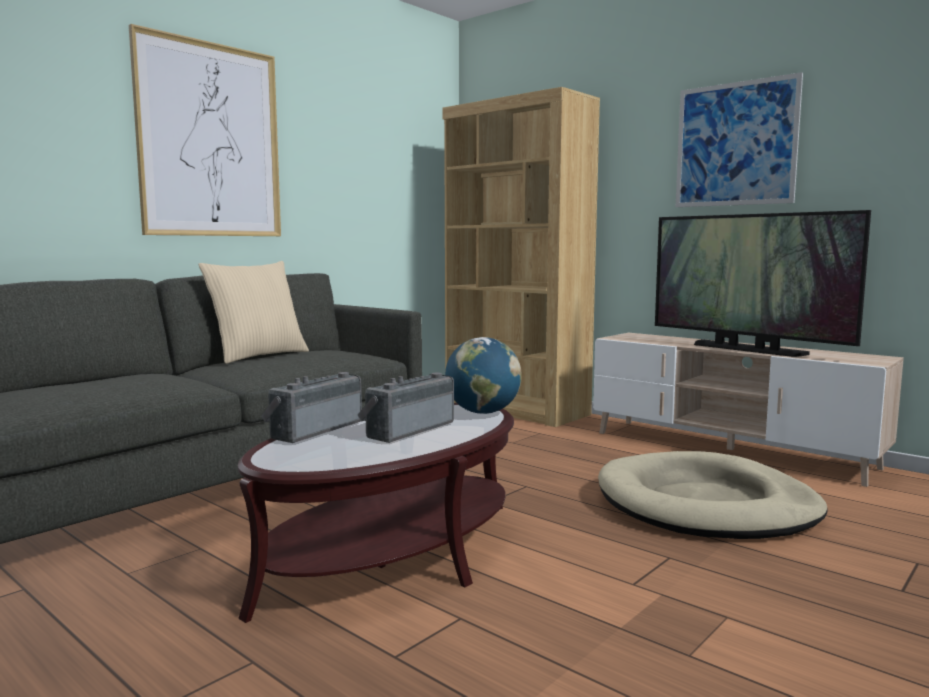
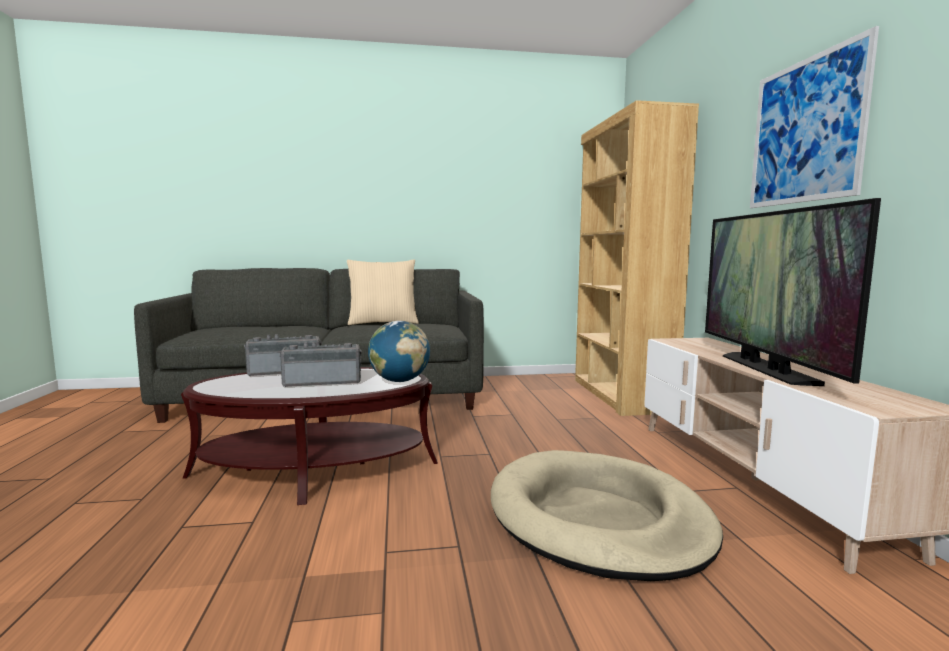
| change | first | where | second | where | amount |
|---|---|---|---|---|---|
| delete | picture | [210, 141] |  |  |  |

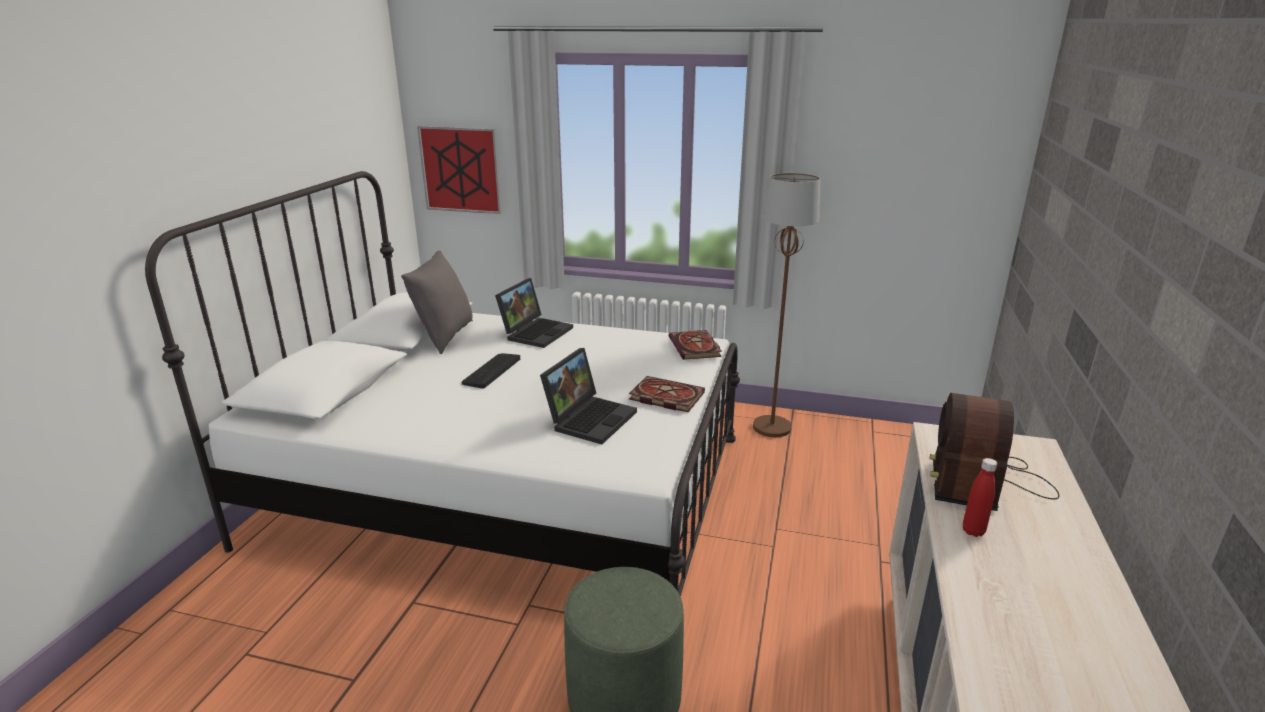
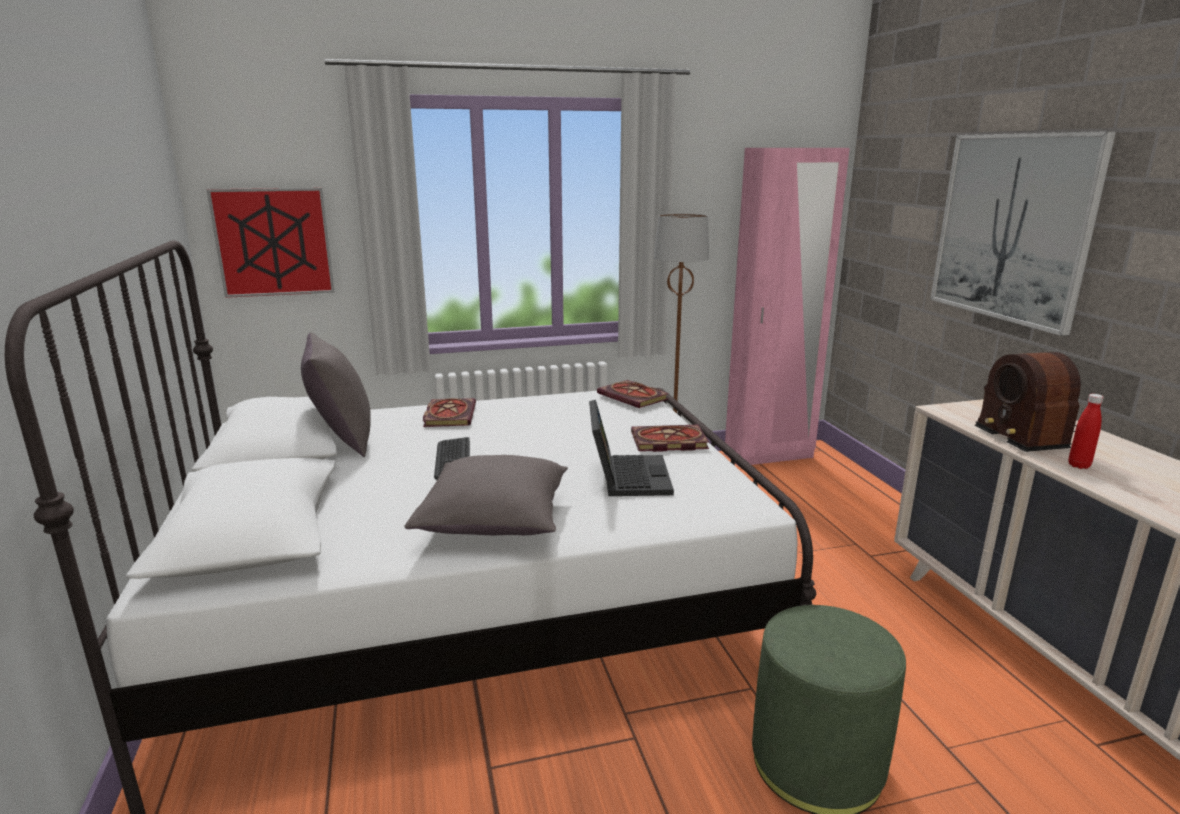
| change | first | where | second | where | amount |
|---|---|---|---|---|---|
| insert |  |  | grey pillow | [495, 522] |  |
| insert |  |  | pink wardrobe | [769, 456] |  |
| insert |  |  | picture | [1012, 228] |  |
| replace | laptop | [536, 332] | book | [449, 415] |  |

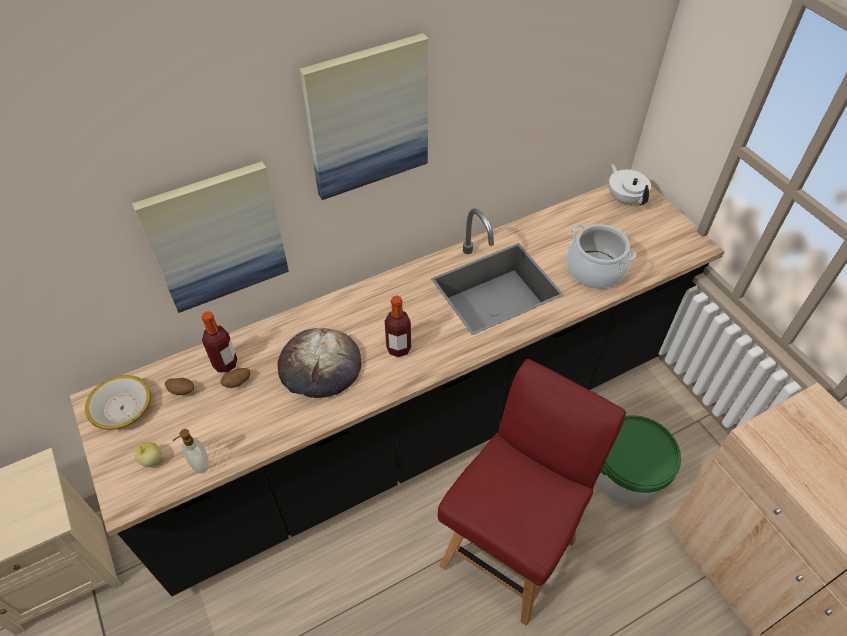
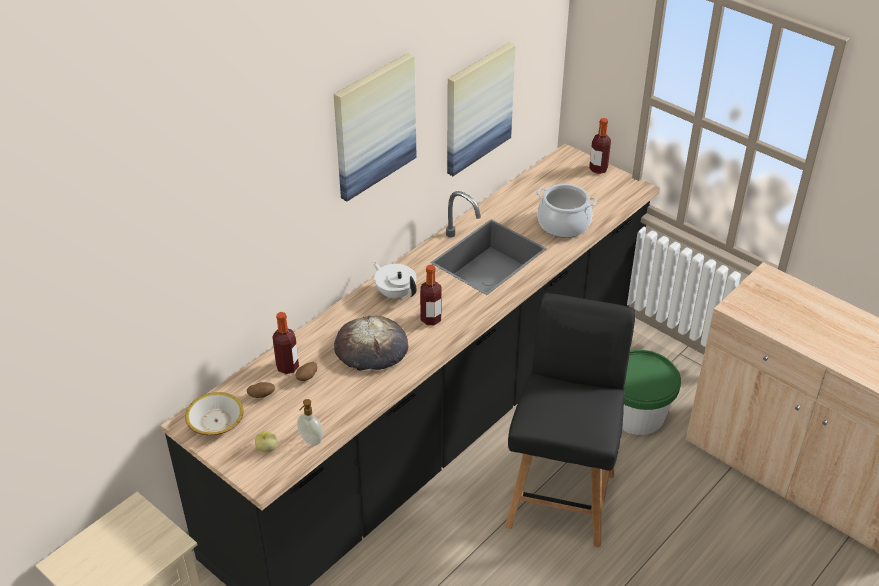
| change | first | where | second | where | amount |
|---|---|---|---|---|---|
| insert |  |  | bottle | [598, 169] |  |
| move | picture | [216, 237] |  | [478, 108] |  |
| move | white teapot | [625, 198] |  | [395, 293] |  |
| recolor | red chair | [510, 550] | black chair | [561, 497] |  |

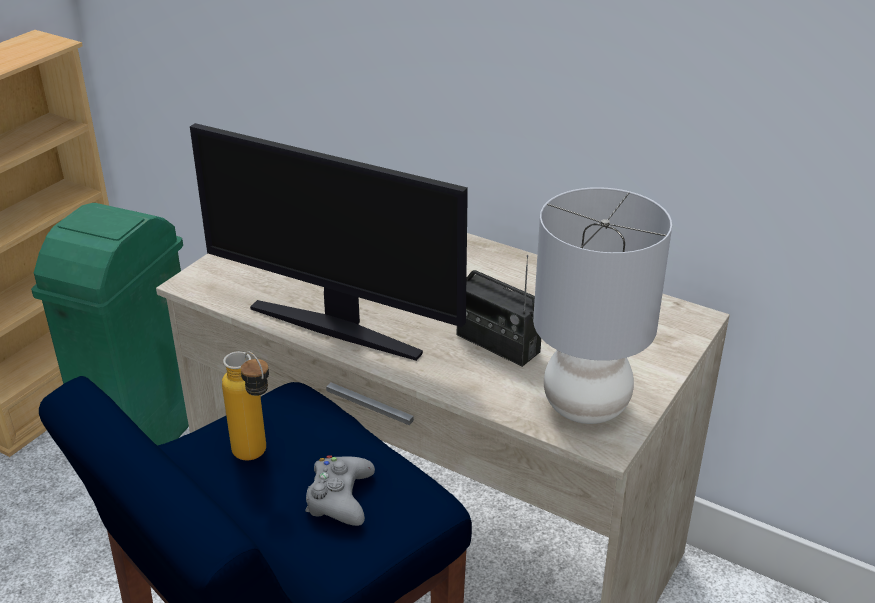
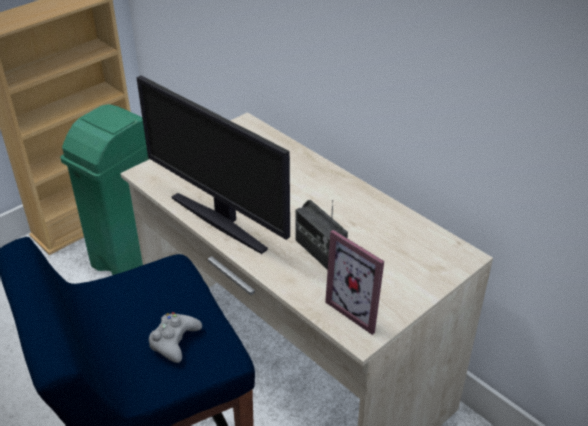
| change | first | where | second | where | amount |
|---|---|---|---|---|---|
| delete | bottle | [257, 458] |  |  |  |
| replace | grey table lamp | [587, 406] | picture frame | [360, 308] |  |

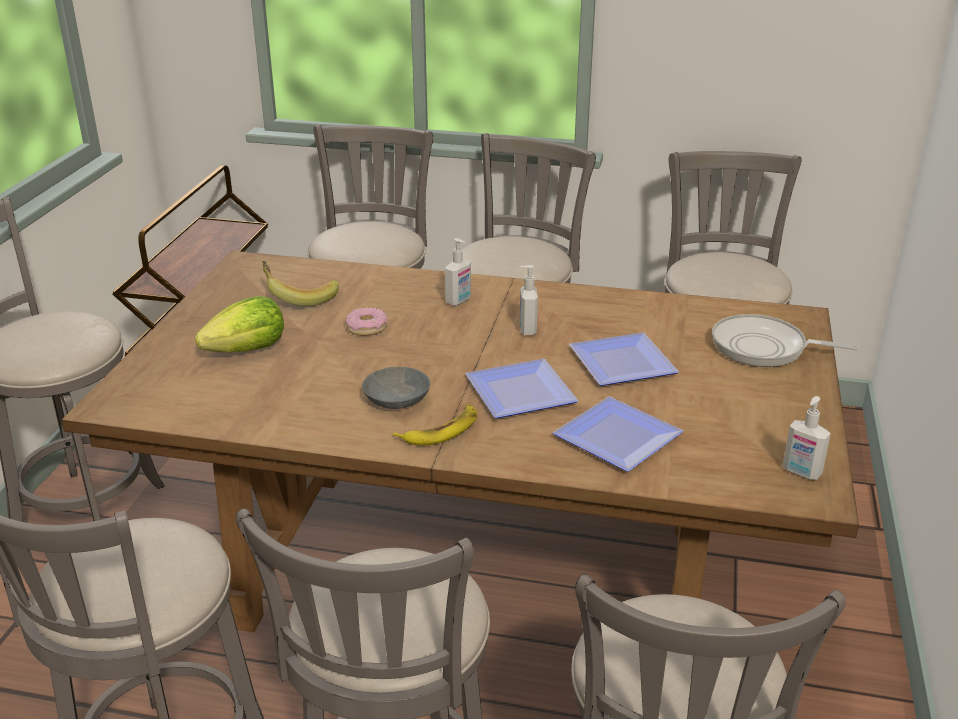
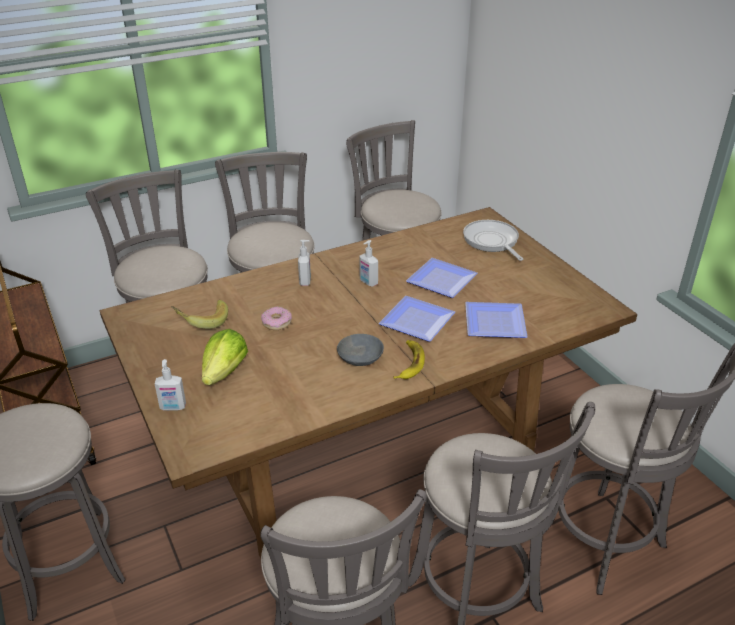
| change | first | where | second | where | amount |
|---|---|---|---|---|---|
| move | soap dispenser | [801, 473] |  | [173, 407] |  |
| rotate | frying pan | [764, 348] |  | [492, 241] | 90 degrees clockwise |

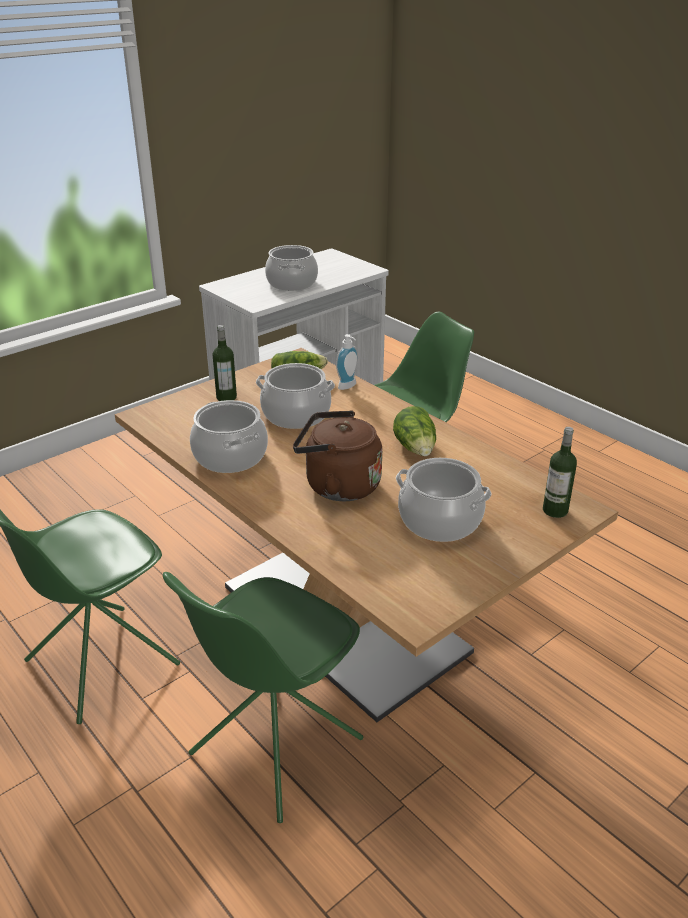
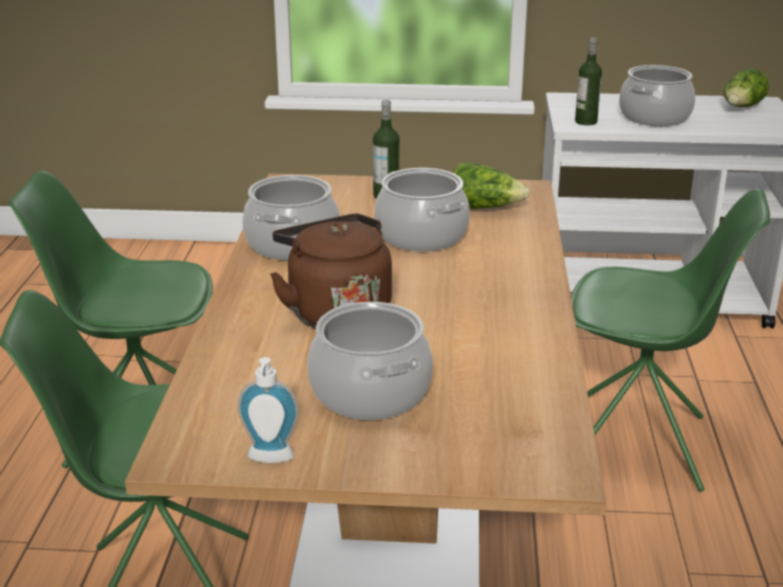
| change | first | where | second | where | amount |
|---|---|---|---|---|---|
| move | soap dispenser | [349, 387] |  | [270, 460] |  |
| move | lettuce | [416, 449] |  | [742, 108] |  |
| move | bottle | [555, 510] |  | [586, 122] |  |

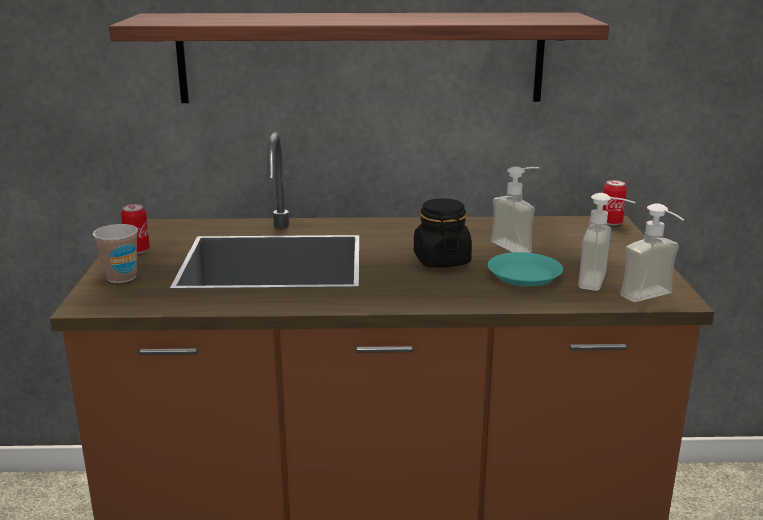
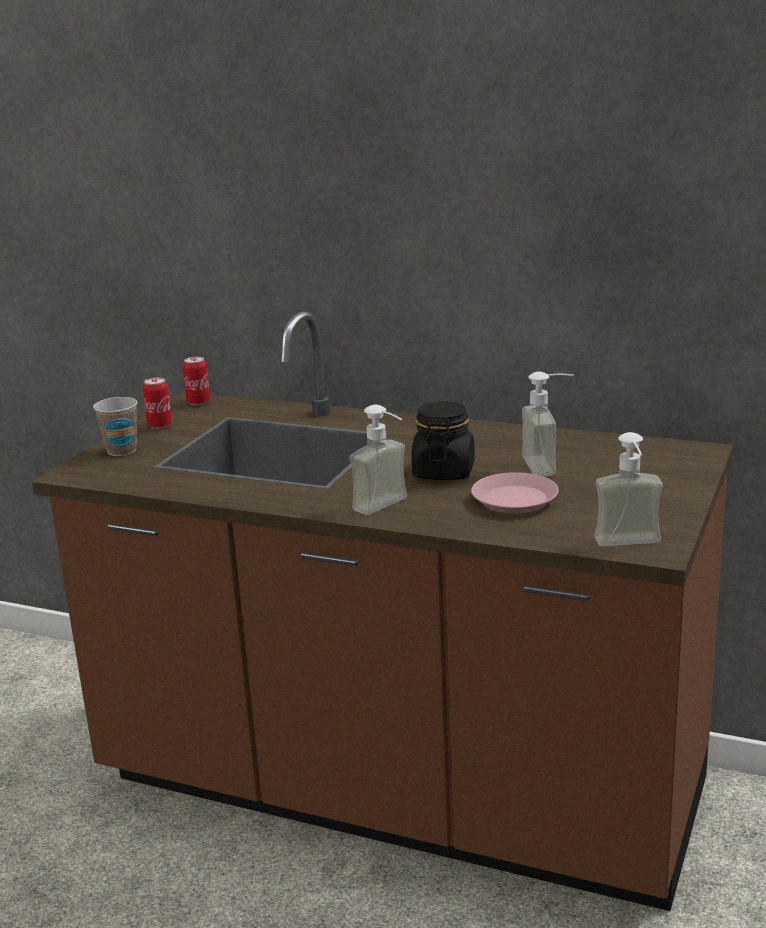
| change | first | where | second | where | amount |
|---|---|---|---|---|---|
| delete | shelf | [361, 58] |  |  |  |
| move | soap dispenser | [603, 282] |  | [388, 507] |  |
| move | can | [611, 222] |  | [198, 402] |  |
| recolor | turquoise plate | [524, 275] | pink plate | [514, 500] |  |

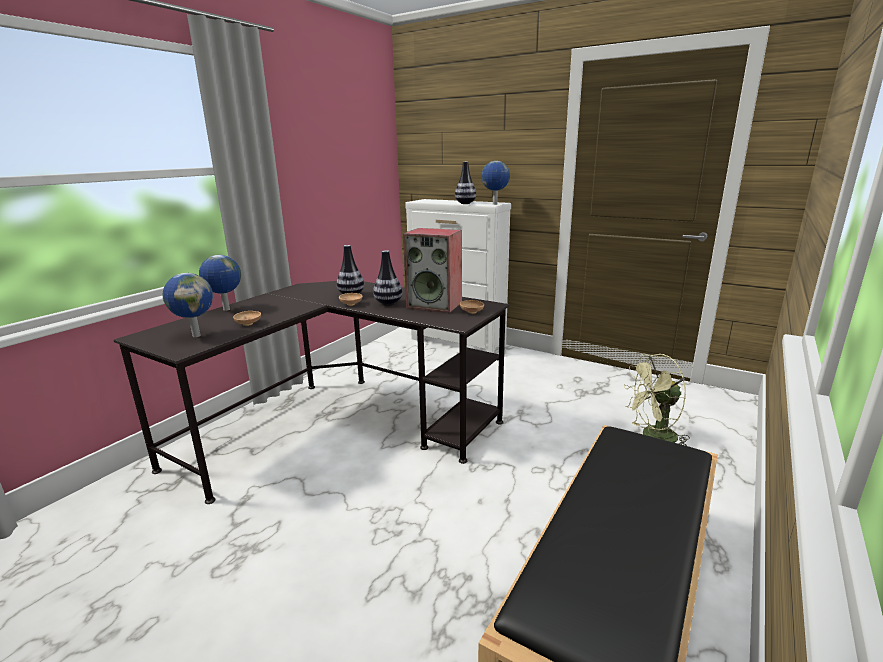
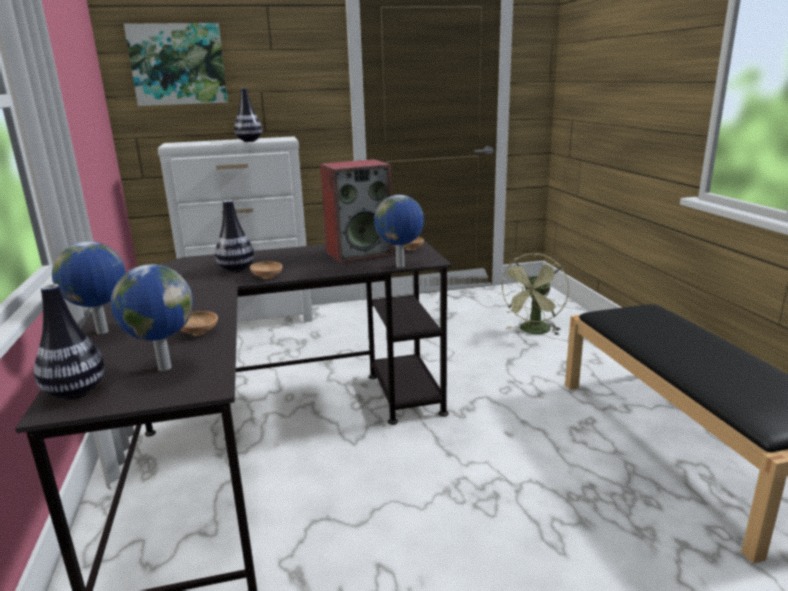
| change | first | where | second | where | amount |
|---|---|---|---|---|---|
| insert |  |  | picture | [178, 64] |  |
| move | vase | [388, 303] |  | [76, 393] |  |
| move | globe | [495, 204] |  | [401, 266] |  |

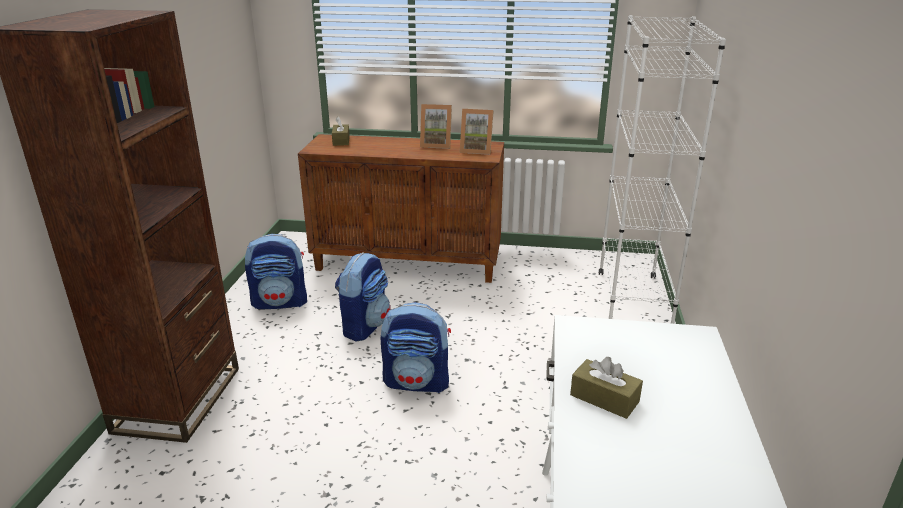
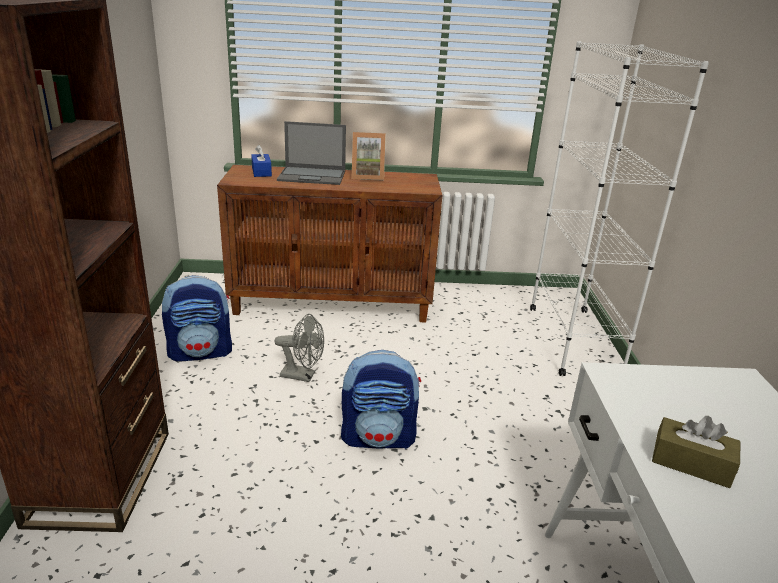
| change | first | where | second | where | amount |
|---|---|---|---|---|---|
| delete | picture frame | [476, 150] |  |  |  |
| insert |  |  | laptop | [313, 176] |  |
| replace | backpack | [364, 326] | grey fan | [303, 375] |  |
| recolor | brown tissue box | [341, 141] | blue tissue box | [261, 172] |  |

